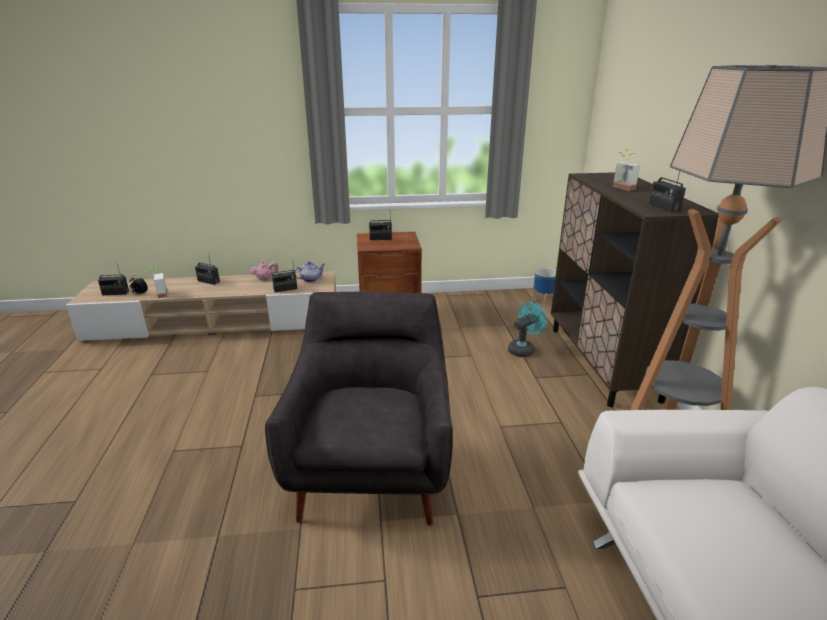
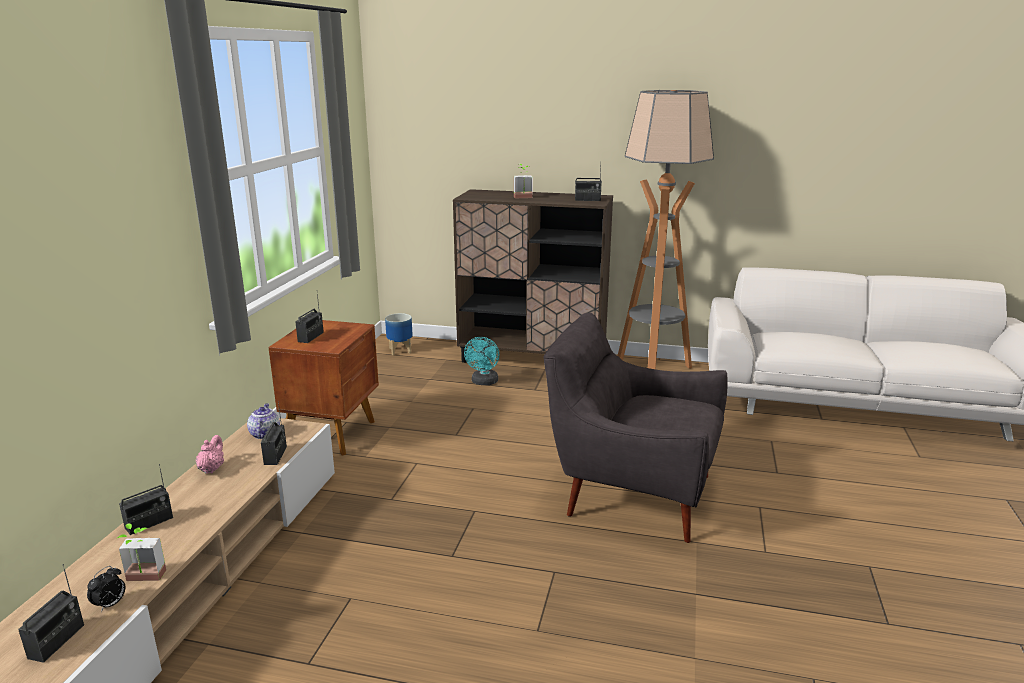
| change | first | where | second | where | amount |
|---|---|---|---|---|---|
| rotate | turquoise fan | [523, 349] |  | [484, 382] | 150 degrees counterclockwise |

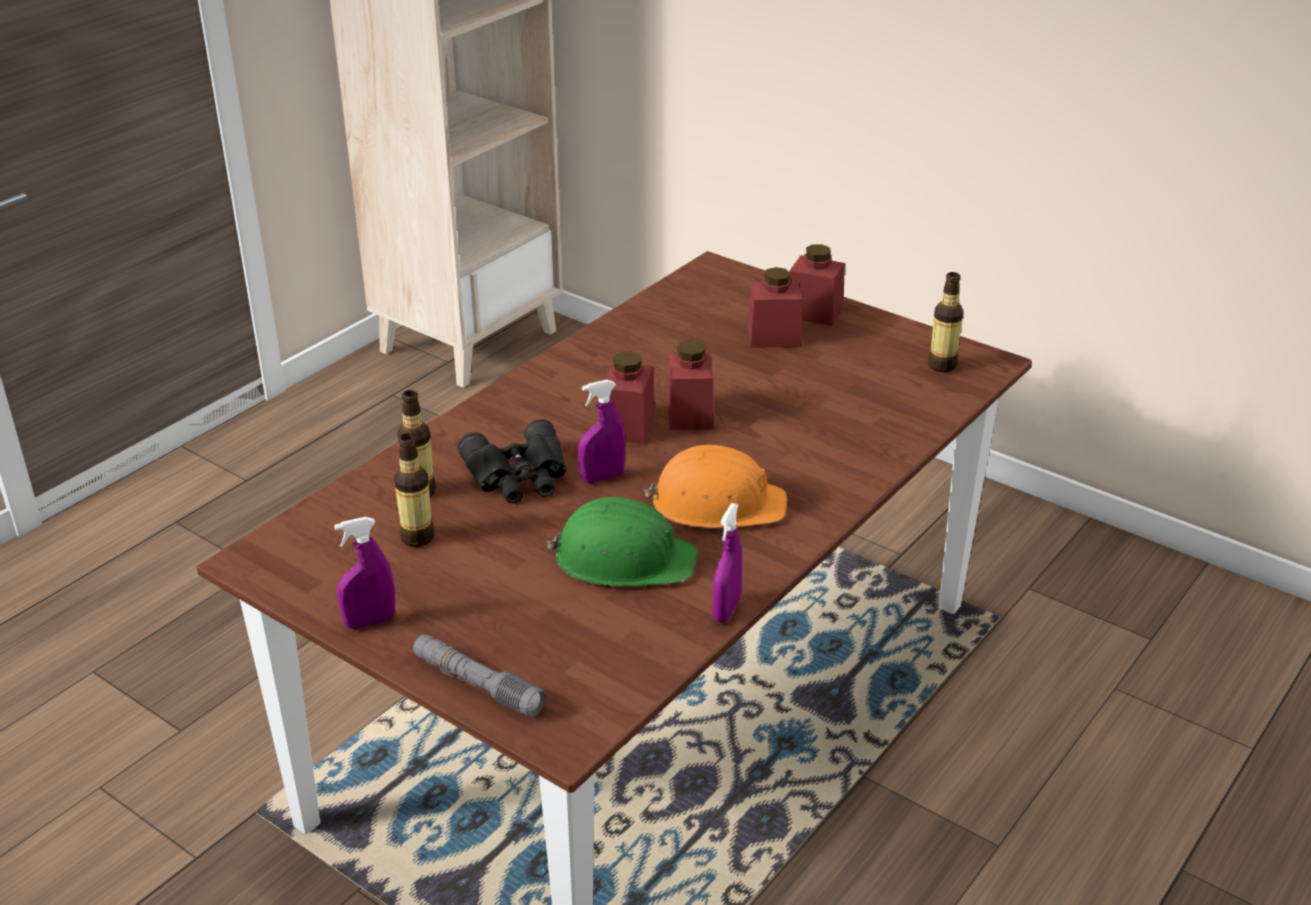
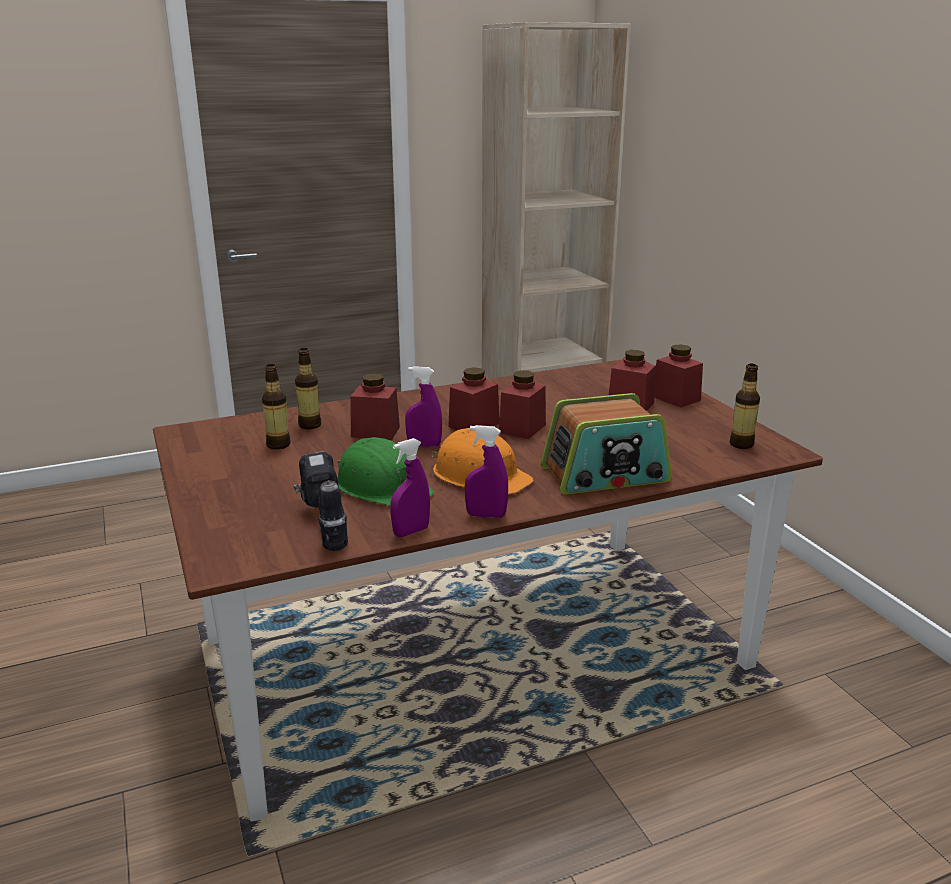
| change | first | where | second | where | amount |
|---|---|---|---|---|---|
| delete | grey flashlight | [477, 684] |  |  |  |
| insert |  |  | power drill | [322, 525] |  |
| insert |  |  | radio | [605, 475] |  |
| move | purple spray bottle | [370, 622] |  | [486, 515] |  |
| replace | black binoculars | [519, 475] | red jar | [375, 432] |  |

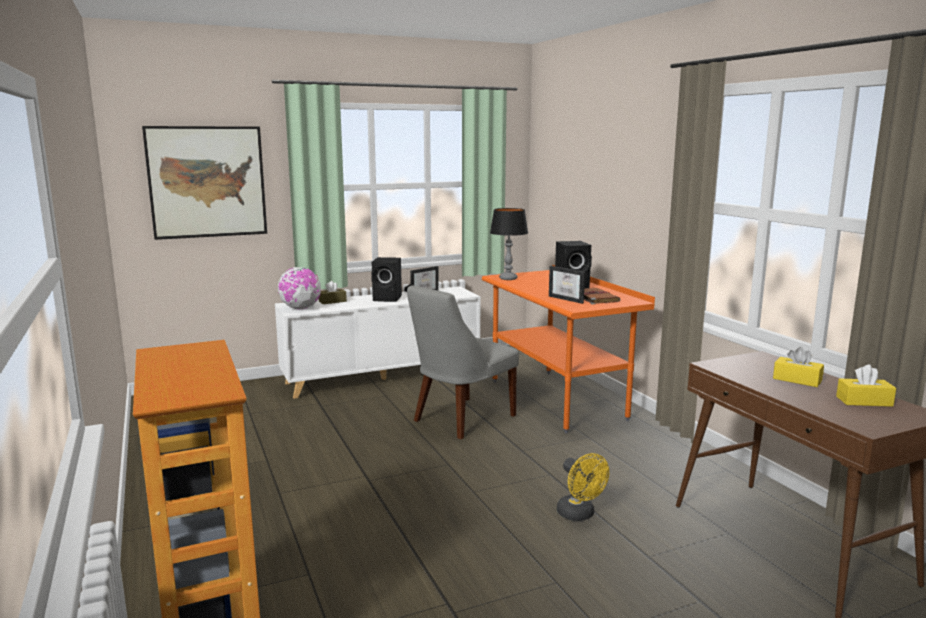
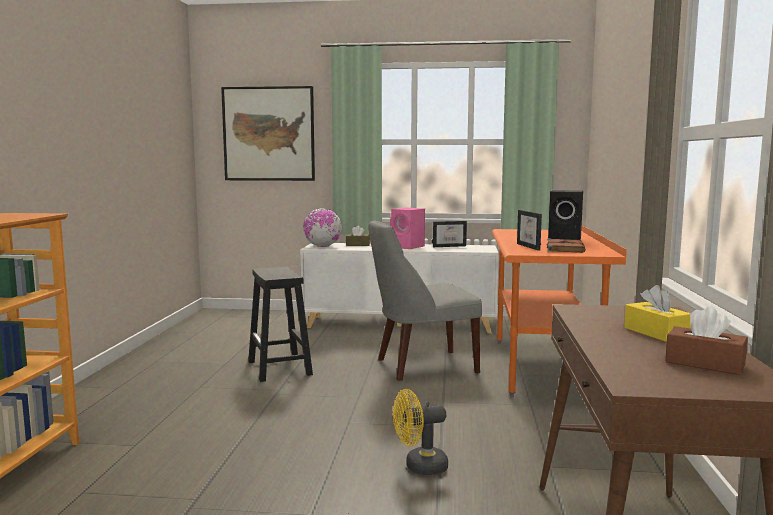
| change | first | where | second | where | amount |
|---|---|---|---|---|---|
| delete | table lamp | [508, 278] |  |  |  |
| insert |  |  | black stool | [280, 368] |  |
| recolor | black speaker | [388, 298] | pink speaker | [408, 247] |  |
| recolor | yellow tissue box | [864, 401] | brown tissue box | [704, 363] |  |
| rotate | yellow fan | [579, 515] |  | [419, 467] | 75 degrees clockwise |

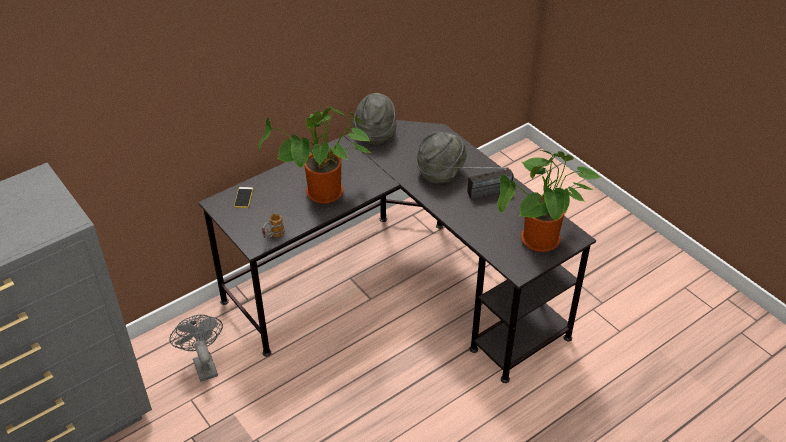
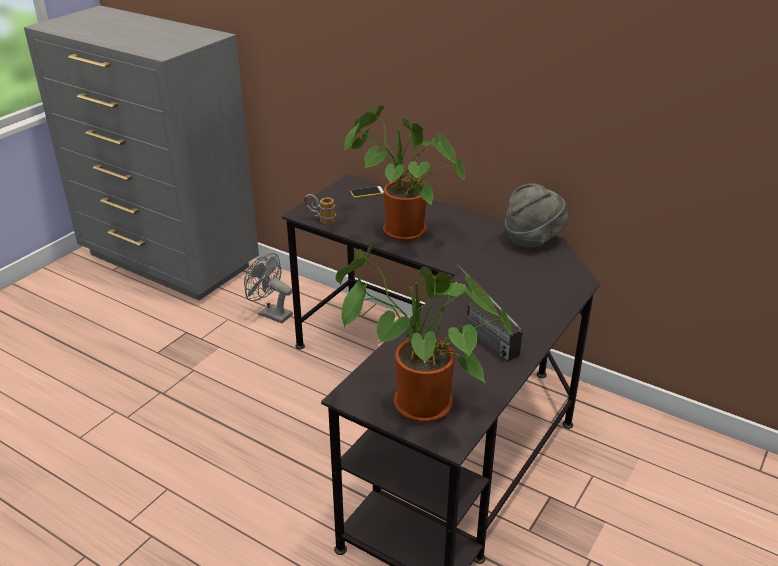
| change | first | where | second | where | amount |
|---|---|---|---|---|---|
| delete | grey hat | [440, 173] |  |  |  |
| rotate | grey fan | [203, 364] |  | [271, 313] | 105 degrees counterclockwise |

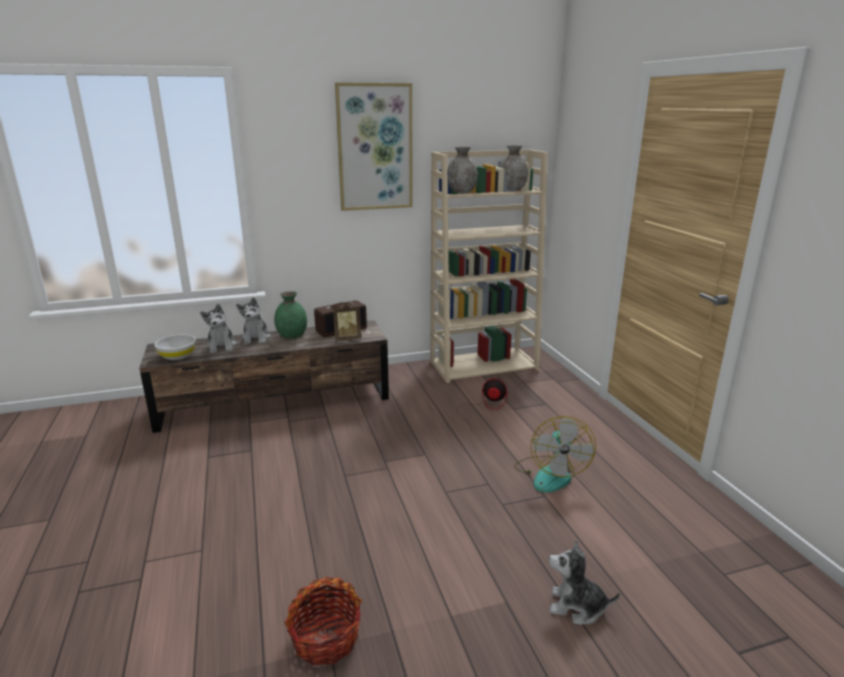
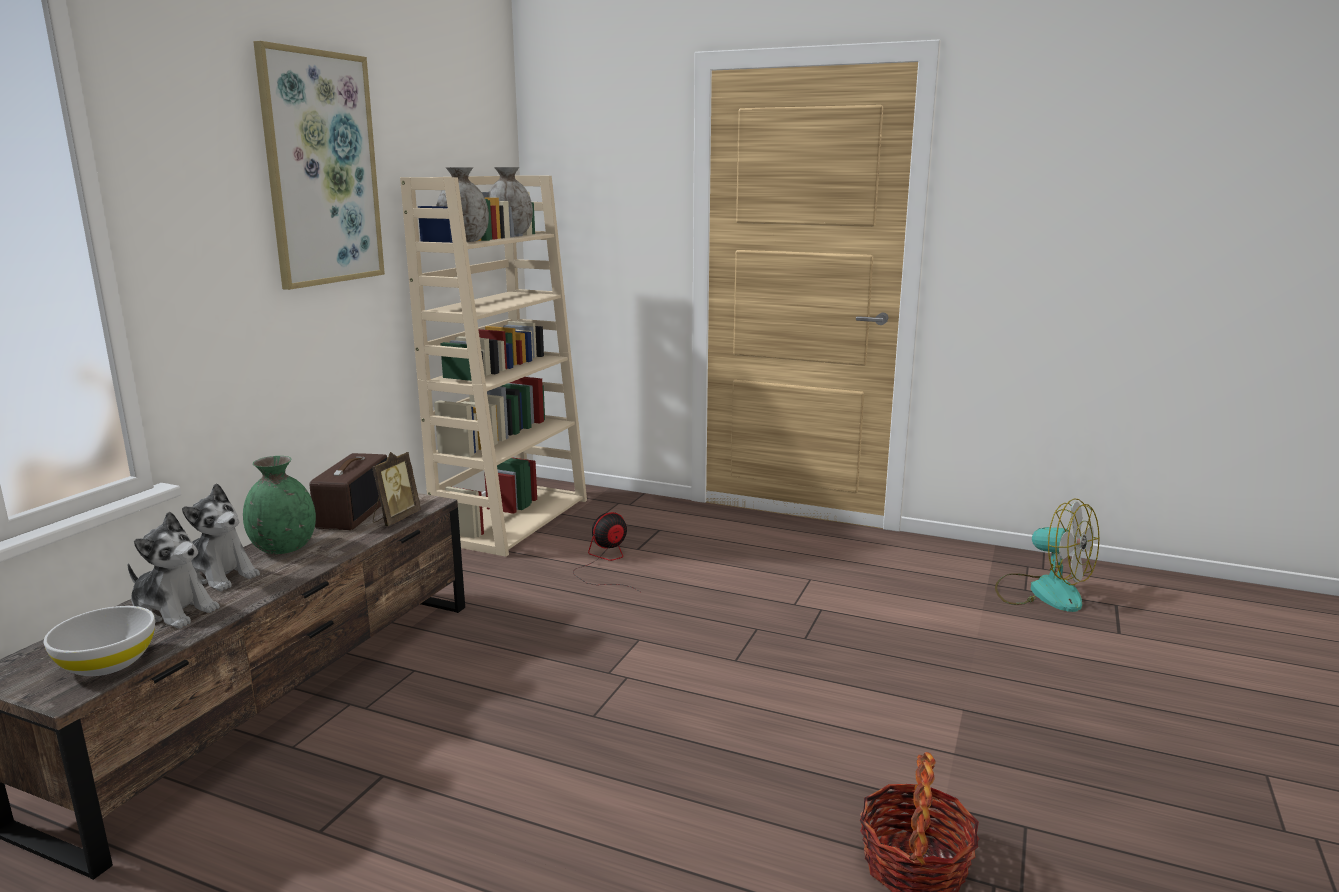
| change | first | where | second | where | amount |
|---|---|---|---|---|---|
| delete | plush toy | [576, 607] |  |  |  |
| move | fan | [550, 474] |  | [1042, 592] |  |

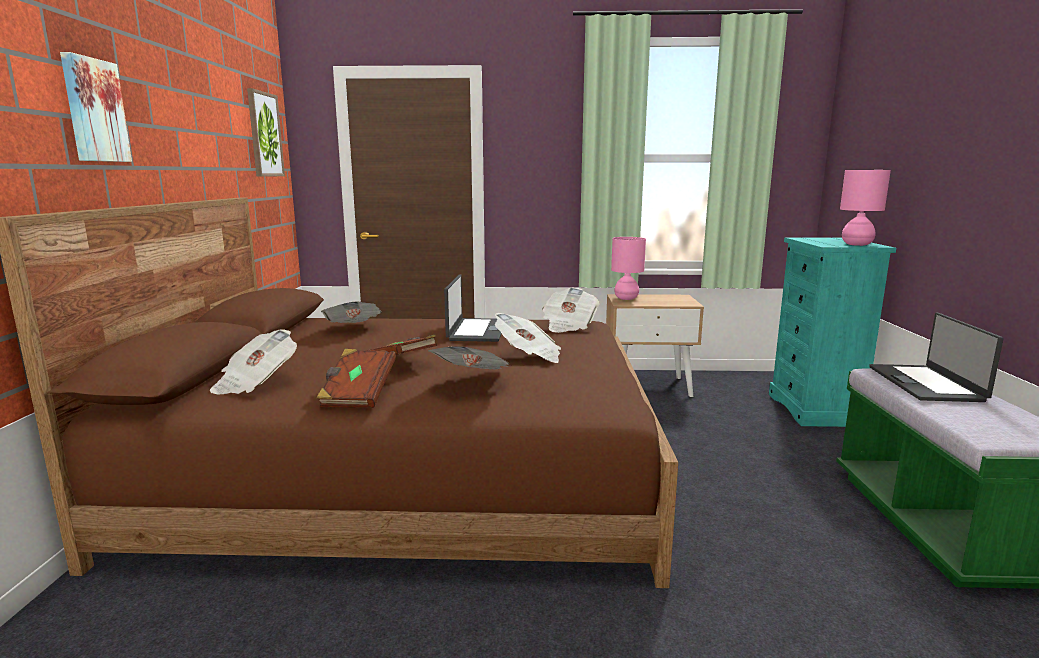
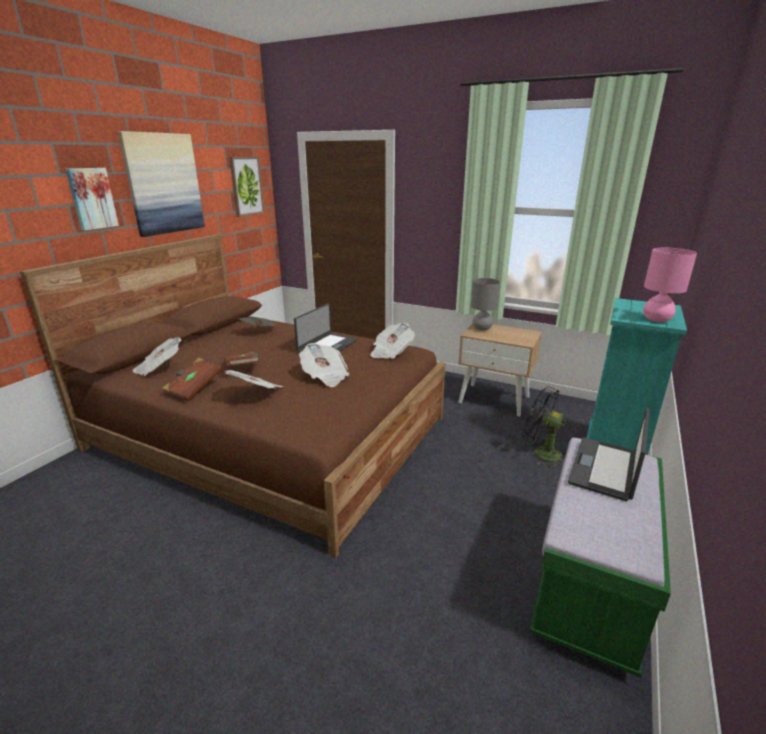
| change | first | where | second | where | amount |
|---|---|---|---|---|---|
| insert |  |  | picture | [163, 184] |  |
| insert |  |  | black fan | [540, 453] |  |
| recolor | pink table lamp | [626, 298] | grey table lamp | [482, 328] |  |

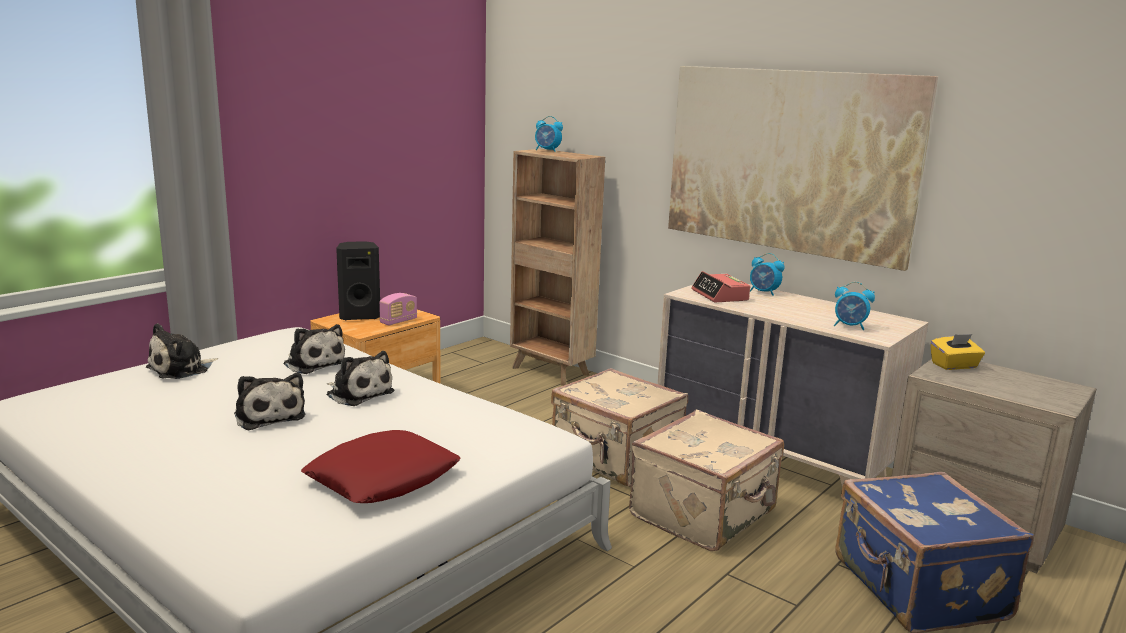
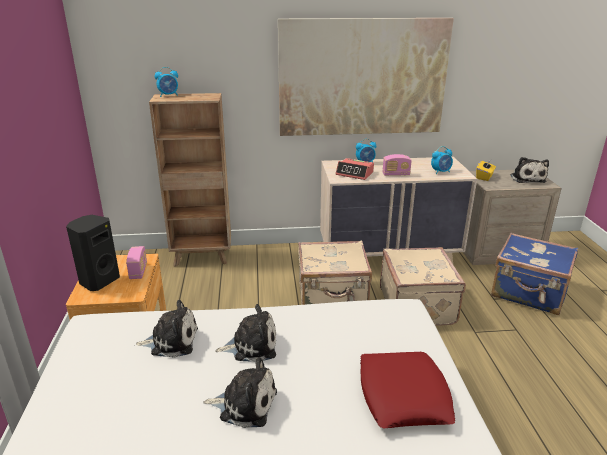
| change | first | where | second | where | amount |
|---|---|---|---|---|---|
| insert |  |  | radio | [396, 174] |  |
| move | plush toy | [181, 369] |  | [527, 178] |  |

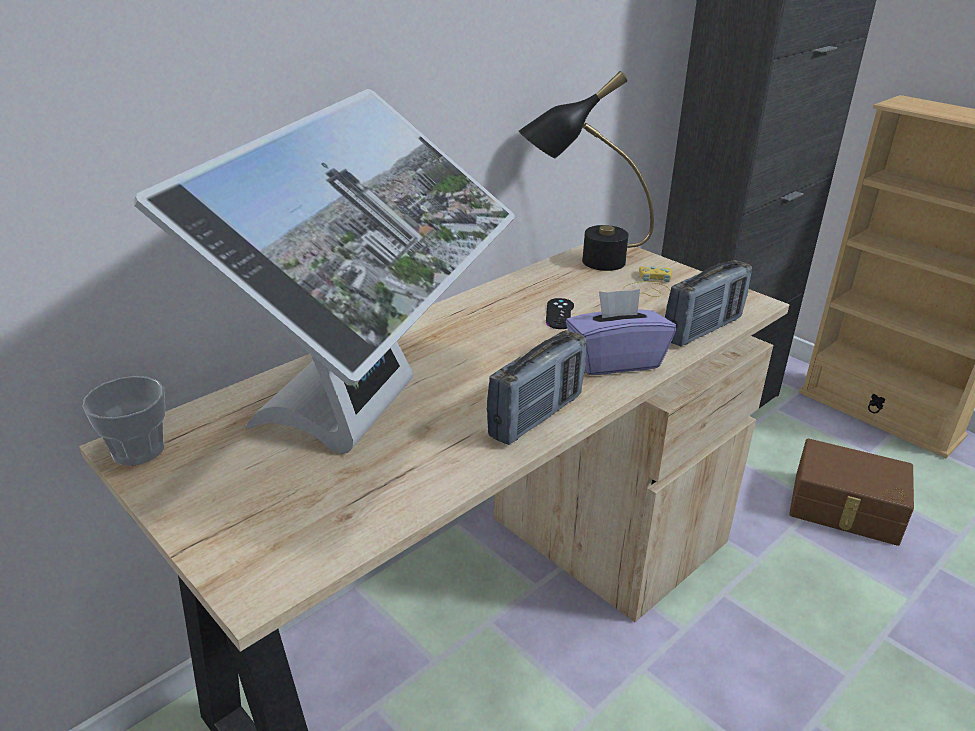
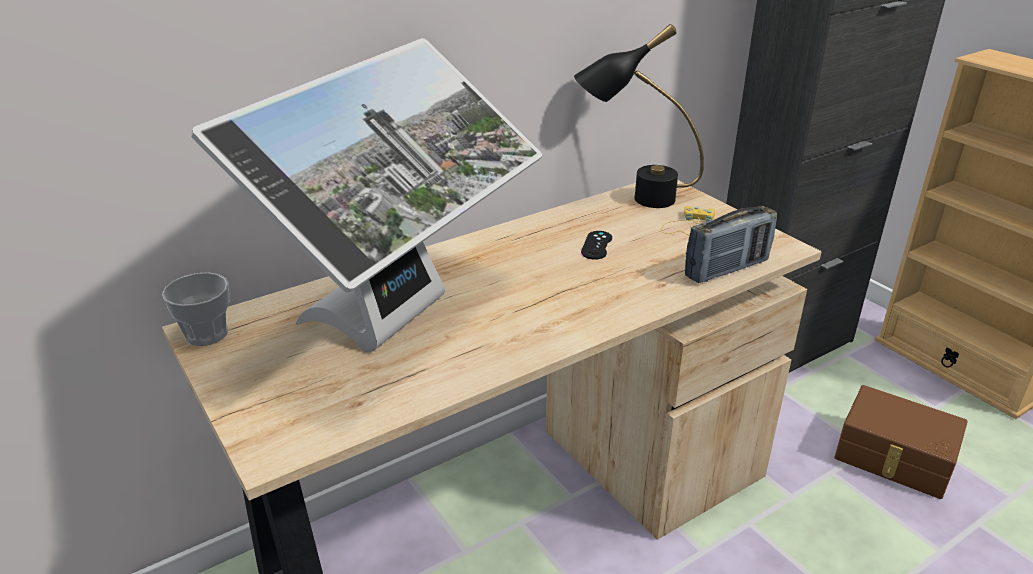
| change | first | where | second | where | amount |
|---|---|---|---|---|---|
| delete | radio | [536, 416] |  |  |  |
| delete | purple tissue box | [615, 360] |  |  |  |

